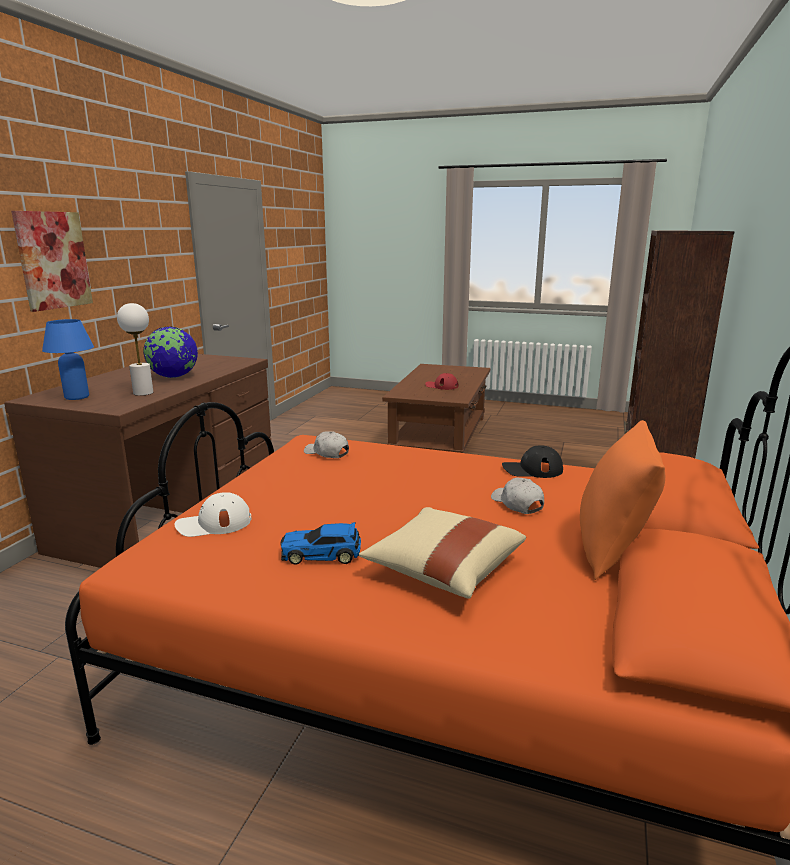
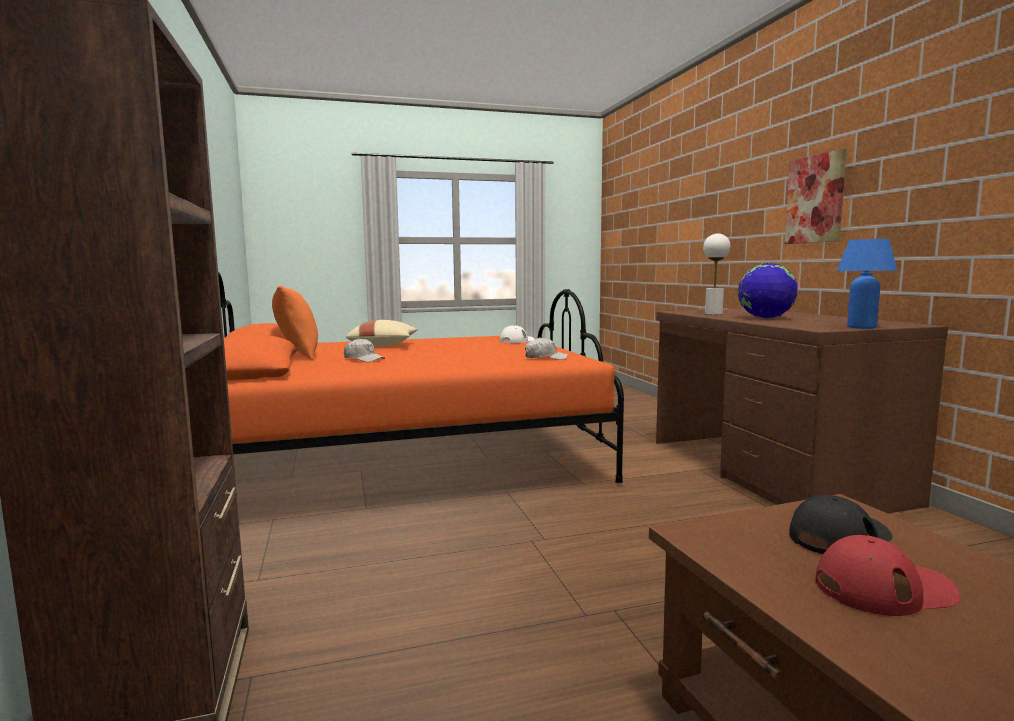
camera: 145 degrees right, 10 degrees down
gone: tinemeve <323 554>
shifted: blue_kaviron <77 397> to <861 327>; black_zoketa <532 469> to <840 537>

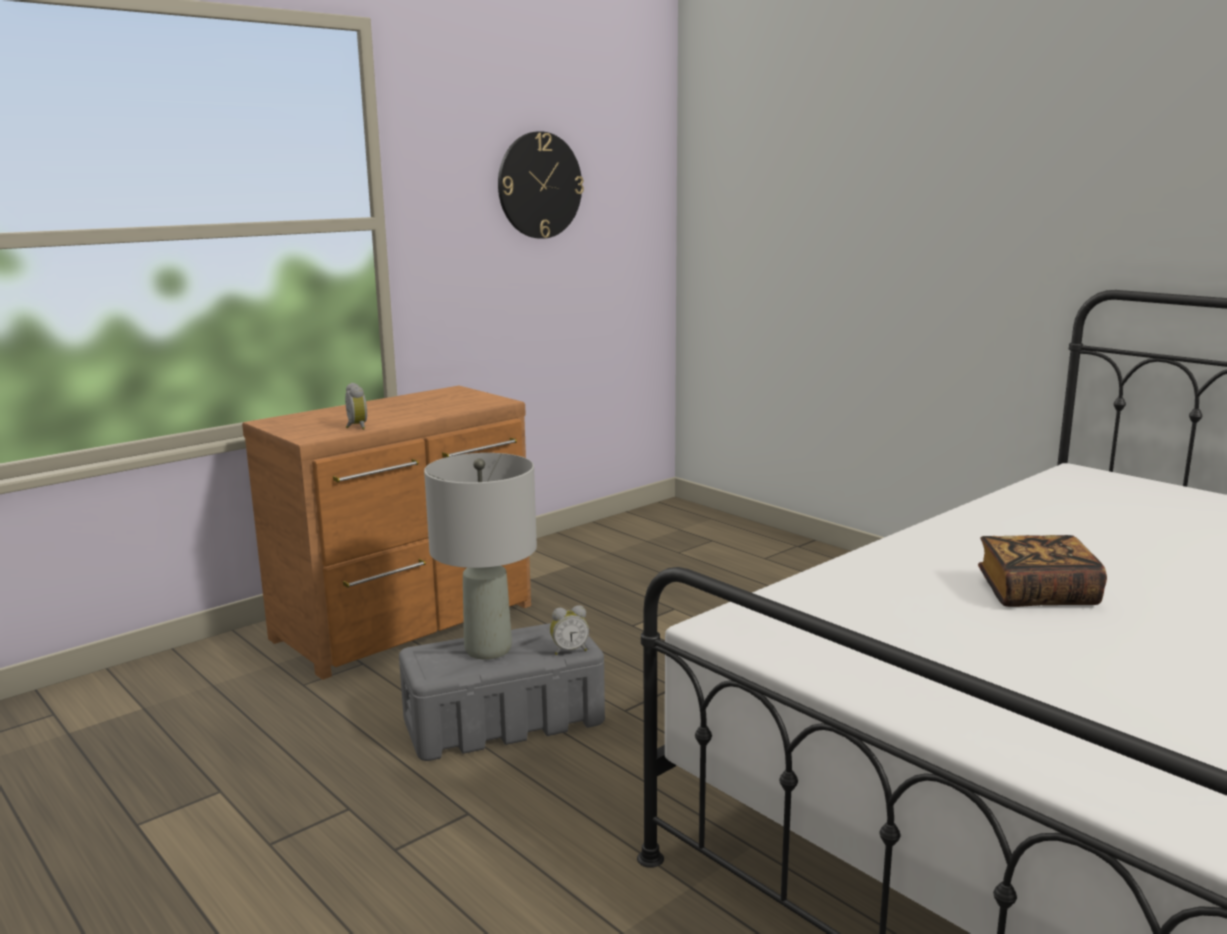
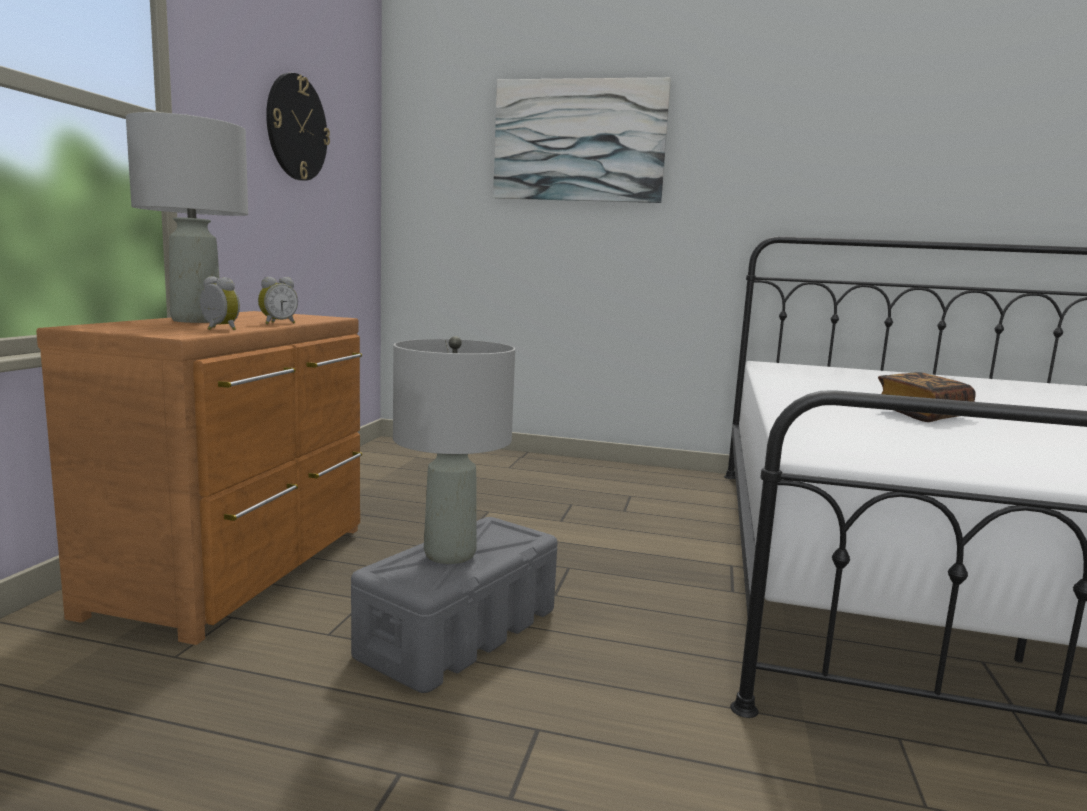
camera: 35 degrees left, 5 degrees down
new: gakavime <579 141>; grey_kaviron <197 320>
shifted: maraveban <569 650> to <277 323>

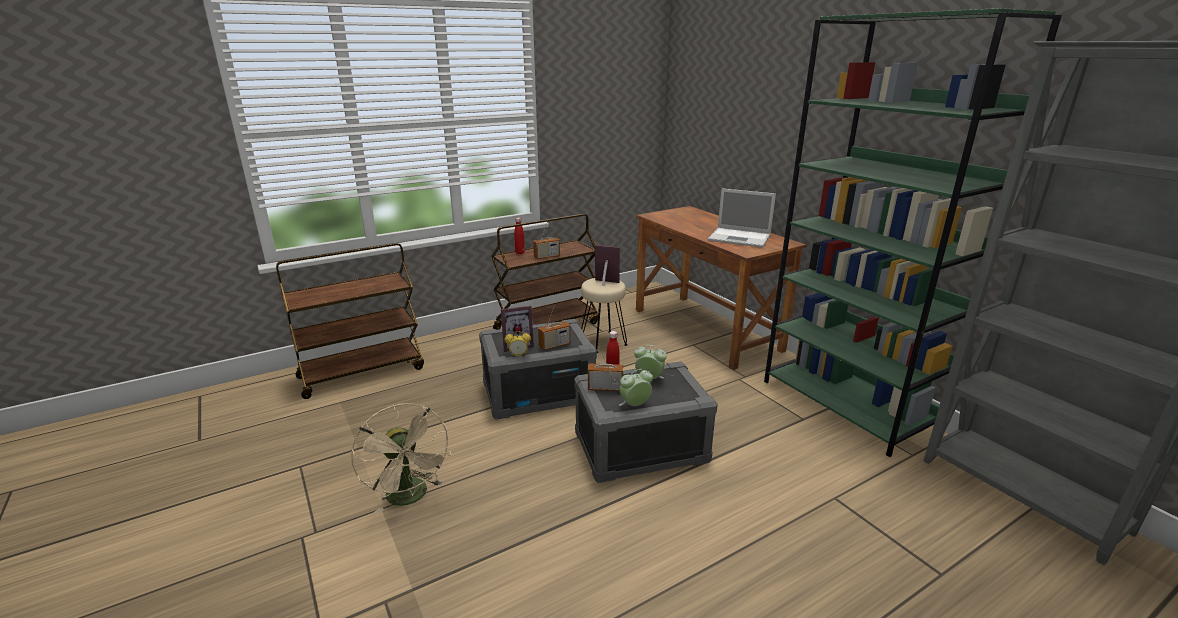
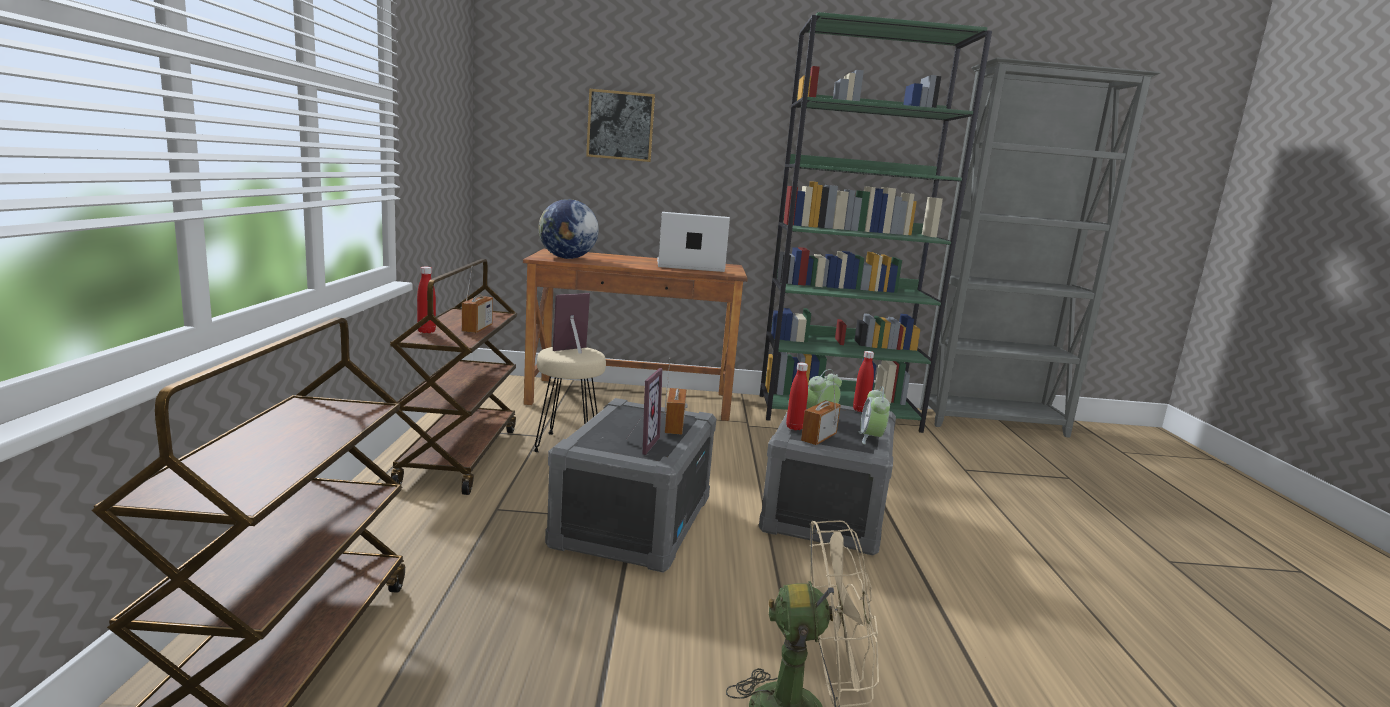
camera: 60 degrees left, 10 degrees down
gone: maraveban <518 356>
new: gakavime <620 125>; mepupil <567 258>; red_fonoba <860 410>
rotated: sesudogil <740 238> = <688 266> 150 degrees counterclockwise

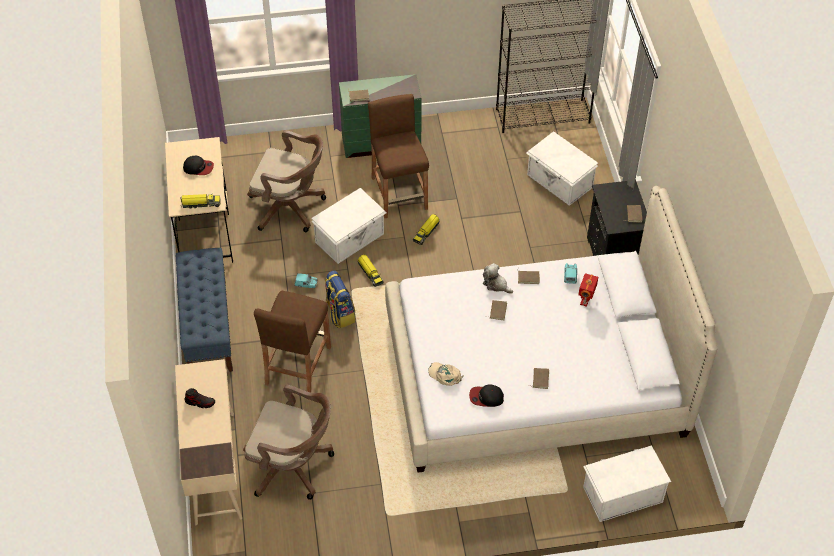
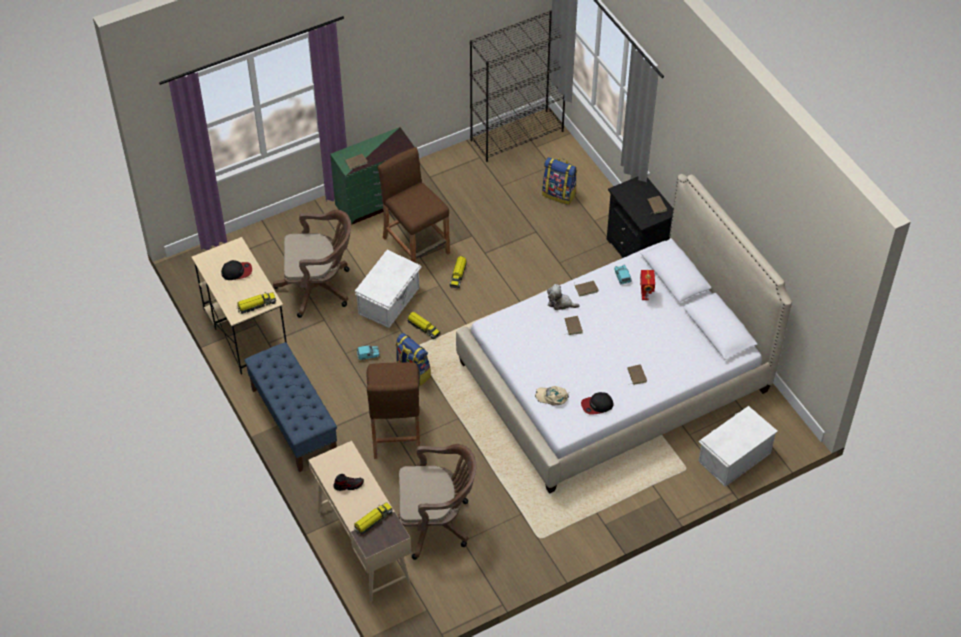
camera: 20 degrees left, 0 degrees up
new: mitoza <373 521>
swapped: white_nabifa <559 181> to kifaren <559 194>

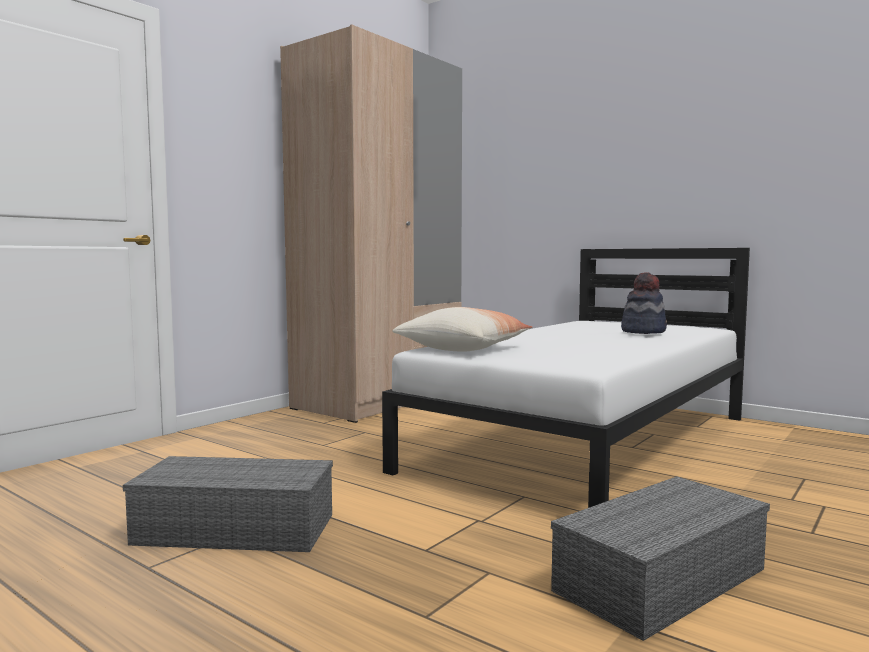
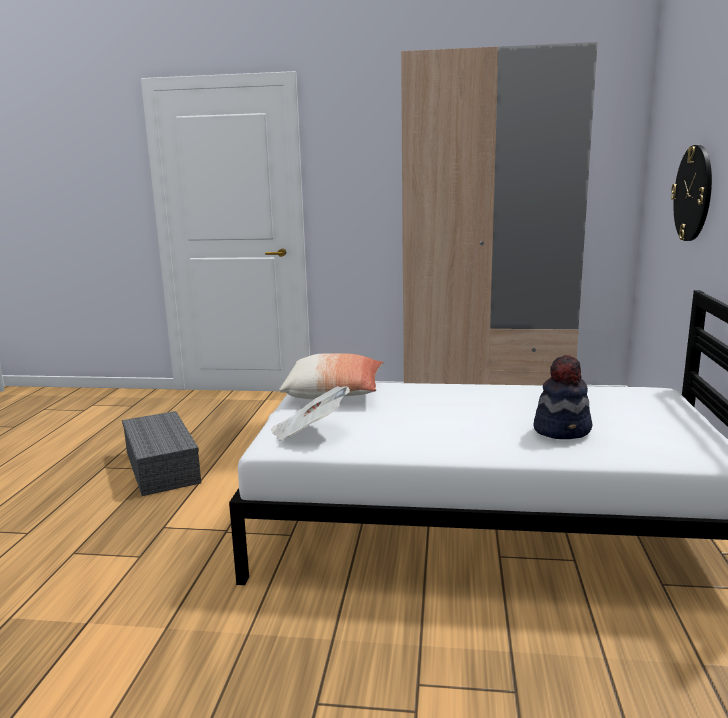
camera: 60 degrees right, 10 degrees up
gone: grey_nabifa <661 578>
new: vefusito <693 193>; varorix <309 433>

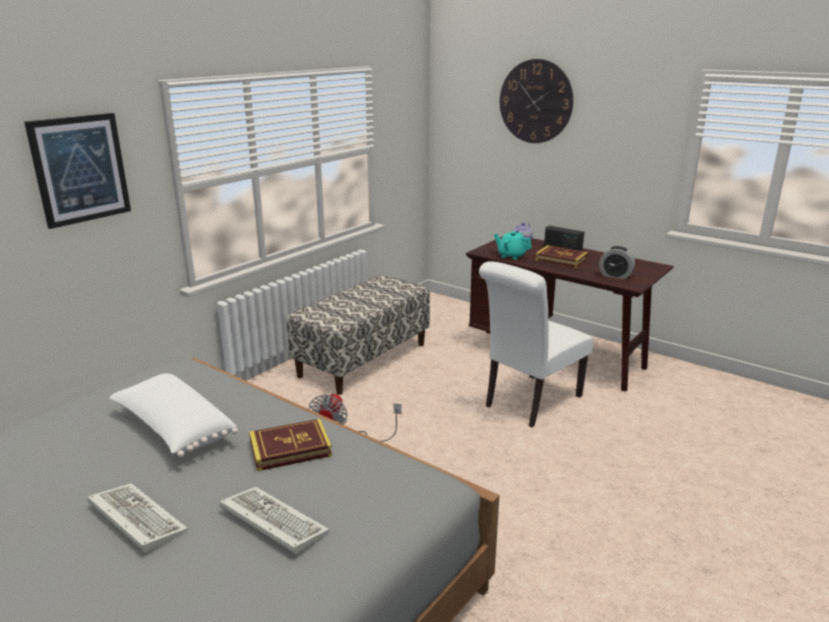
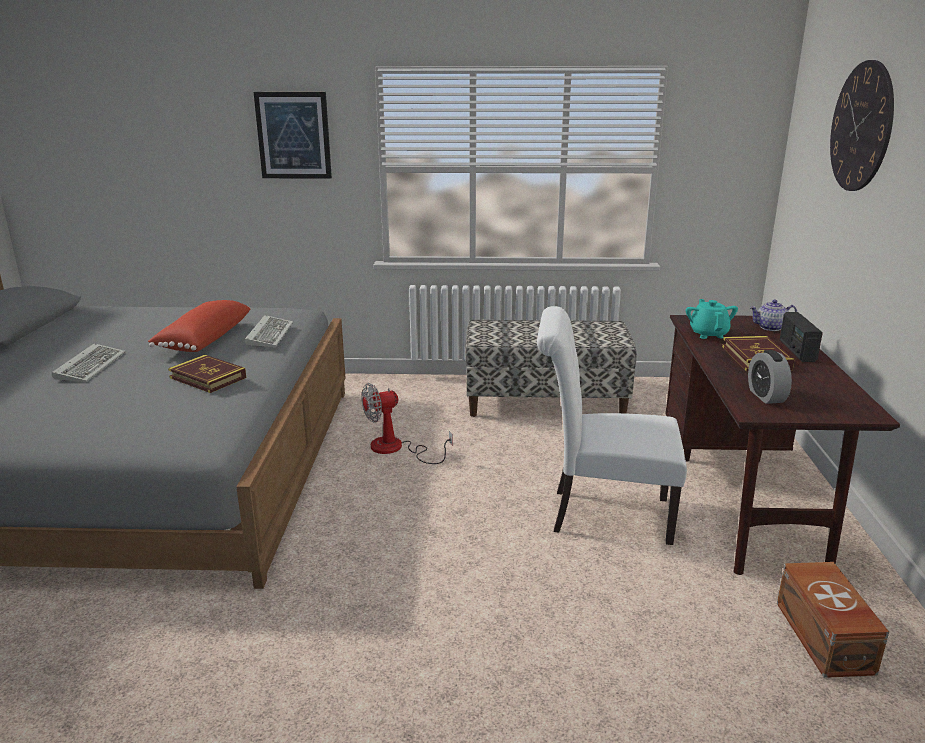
camera: 55 degrees right, 0 degrees up
new: brown_nabifa <823 638>
shifted: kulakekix <270 522> to <269 334>
repainted: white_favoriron <173 429> to red_favoriron <203 339>

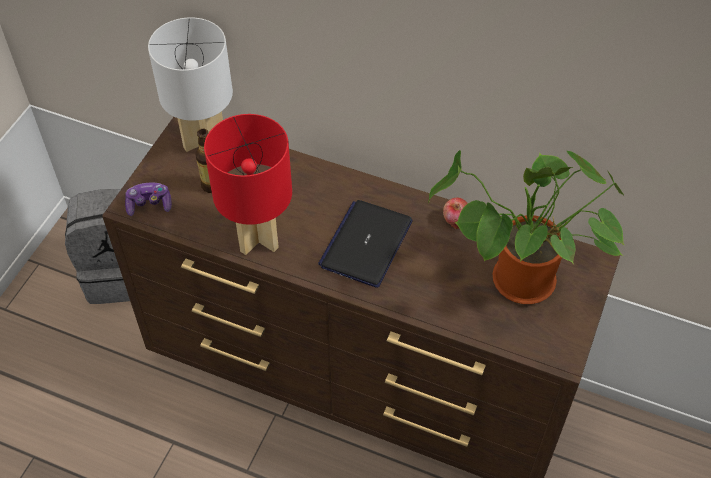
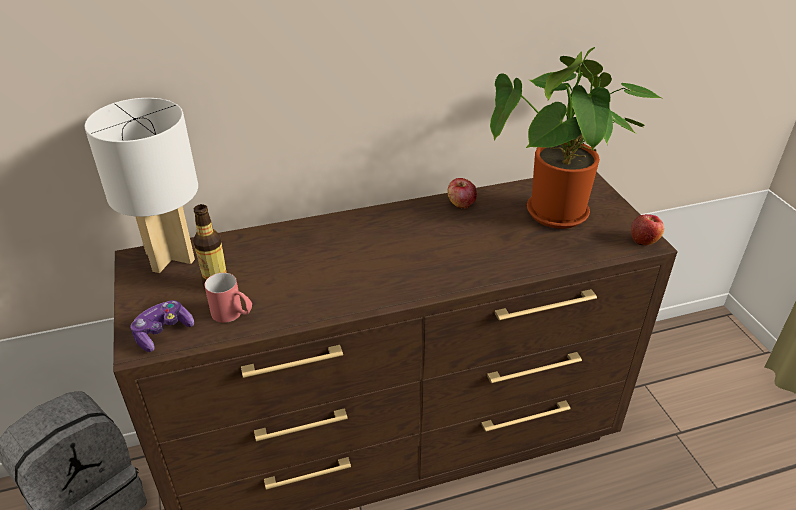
camera: 40 degrees left, 15 degrees down
gone: red_kaviron <258 237>; sesudogil <366 244>
new: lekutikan <644 240>; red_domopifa <233 315>

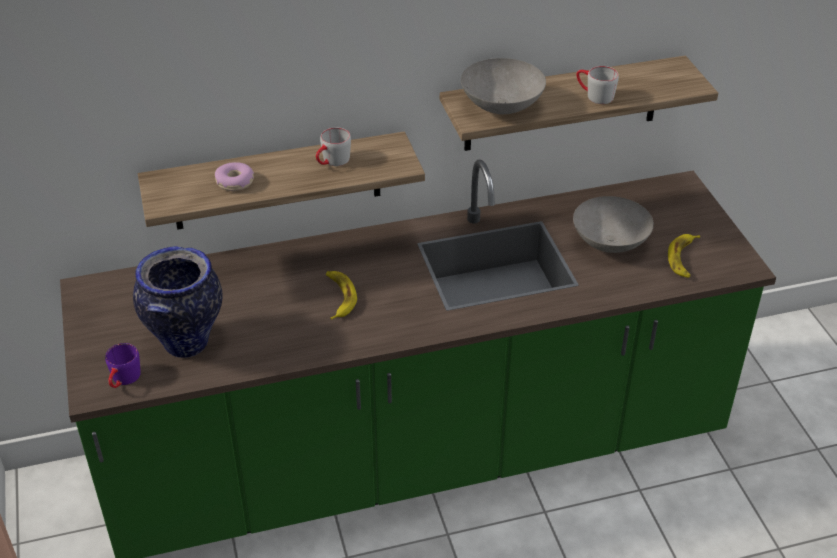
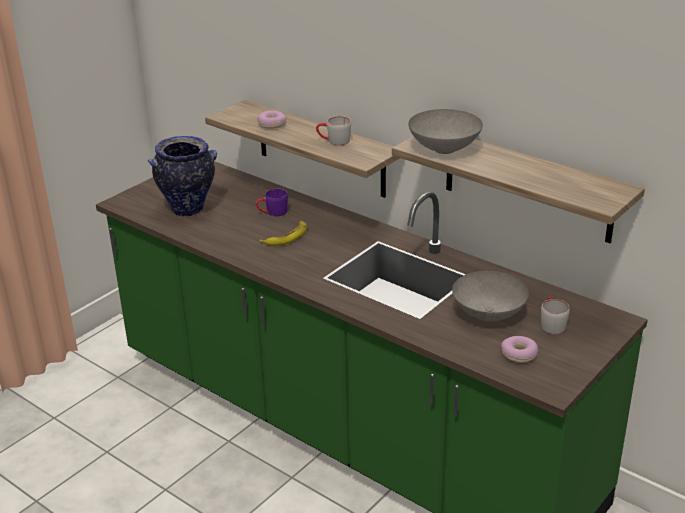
camera: 55 degrees right, 10 degrees down
shifted: grey_domopifa <594 95> to <551 323>; purple_domopifa <123 380> to <272 213>
swapped: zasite <683 259> to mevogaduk <519 354>

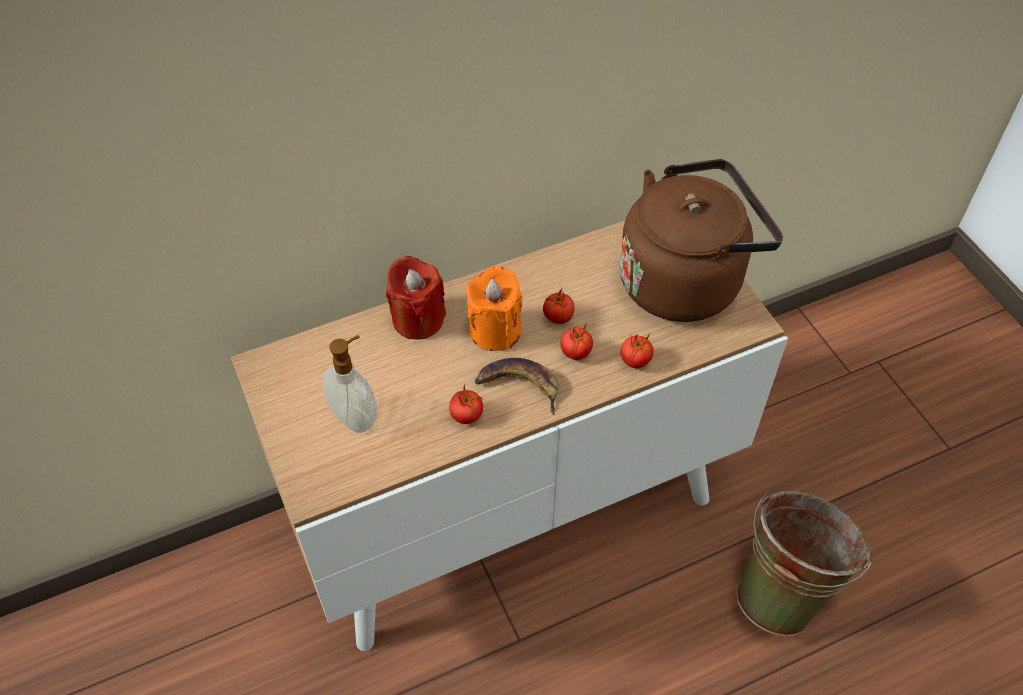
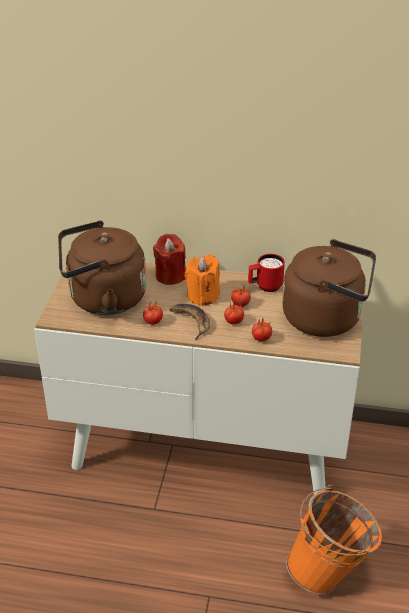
camera: 35 degrees right, 15 degrees down
new: red_domopifa <265 287>
swapped: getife <355 416> to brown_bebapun <102 299>
repainted: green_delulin <785 590> to orange_delulin <330 573>

